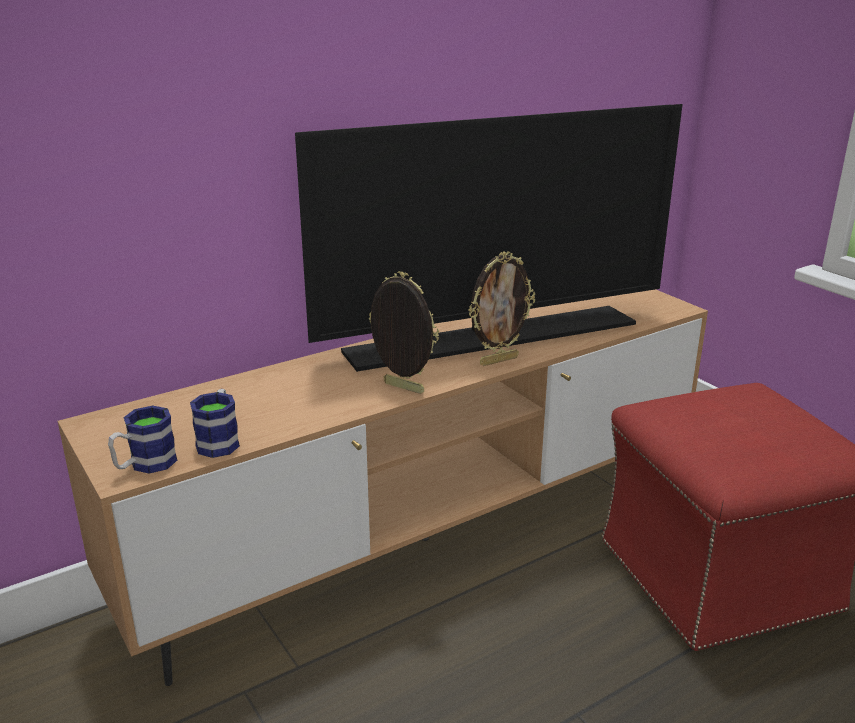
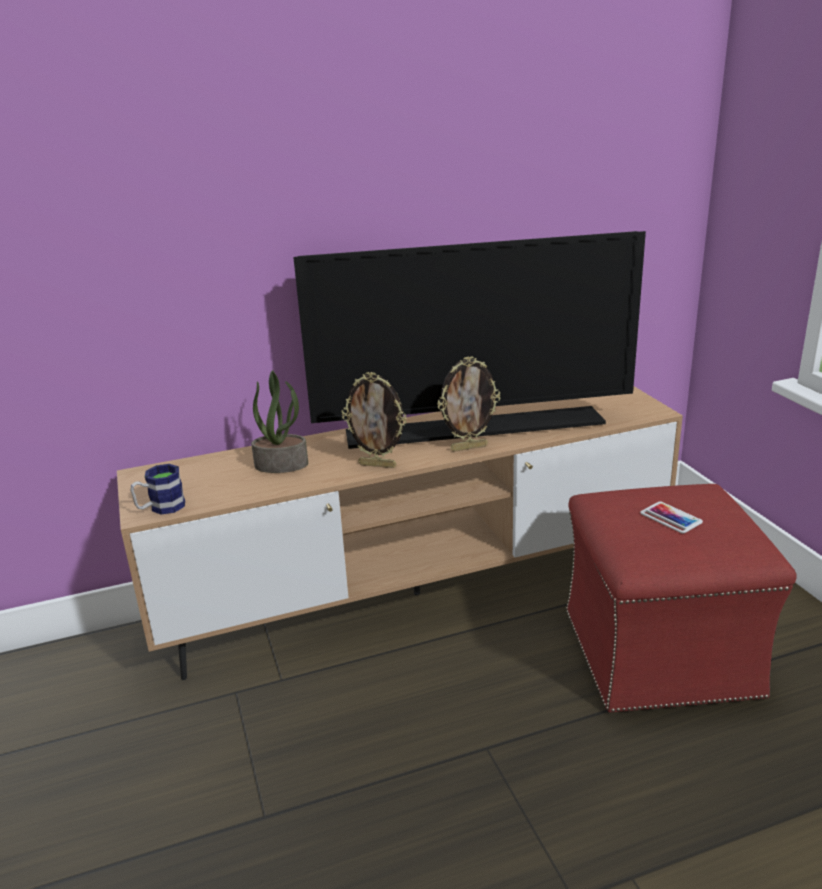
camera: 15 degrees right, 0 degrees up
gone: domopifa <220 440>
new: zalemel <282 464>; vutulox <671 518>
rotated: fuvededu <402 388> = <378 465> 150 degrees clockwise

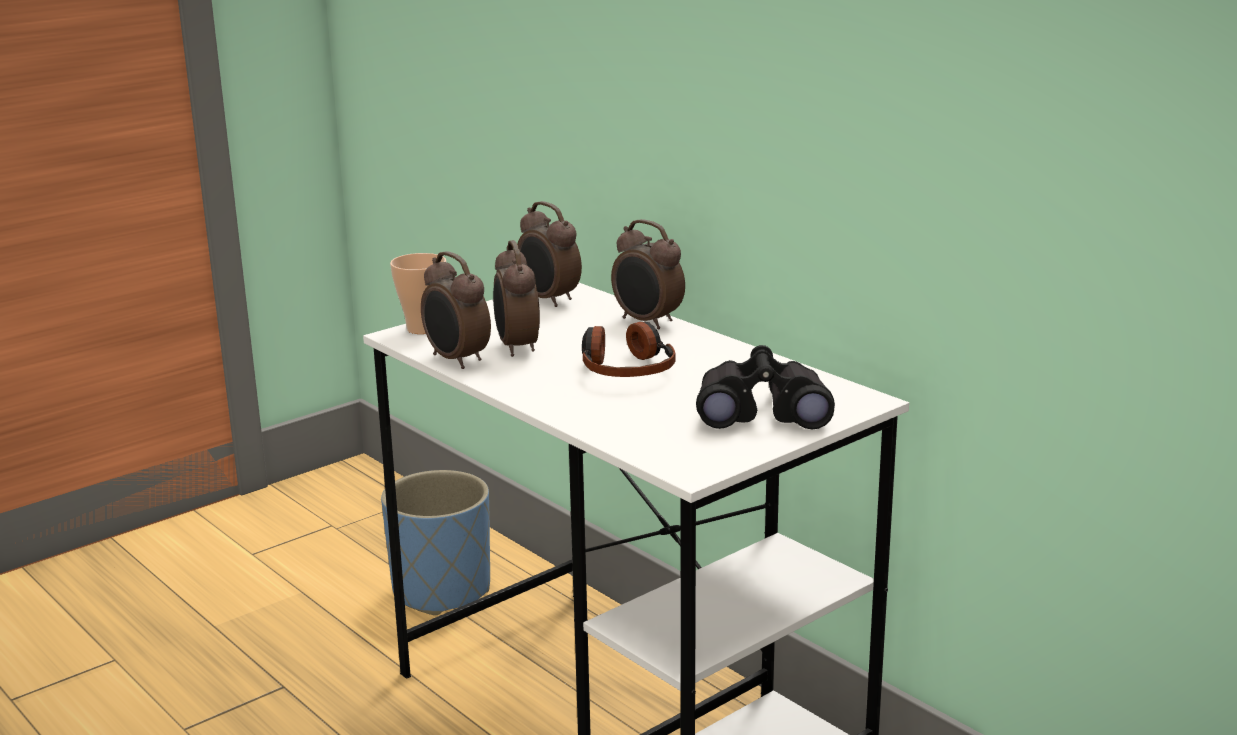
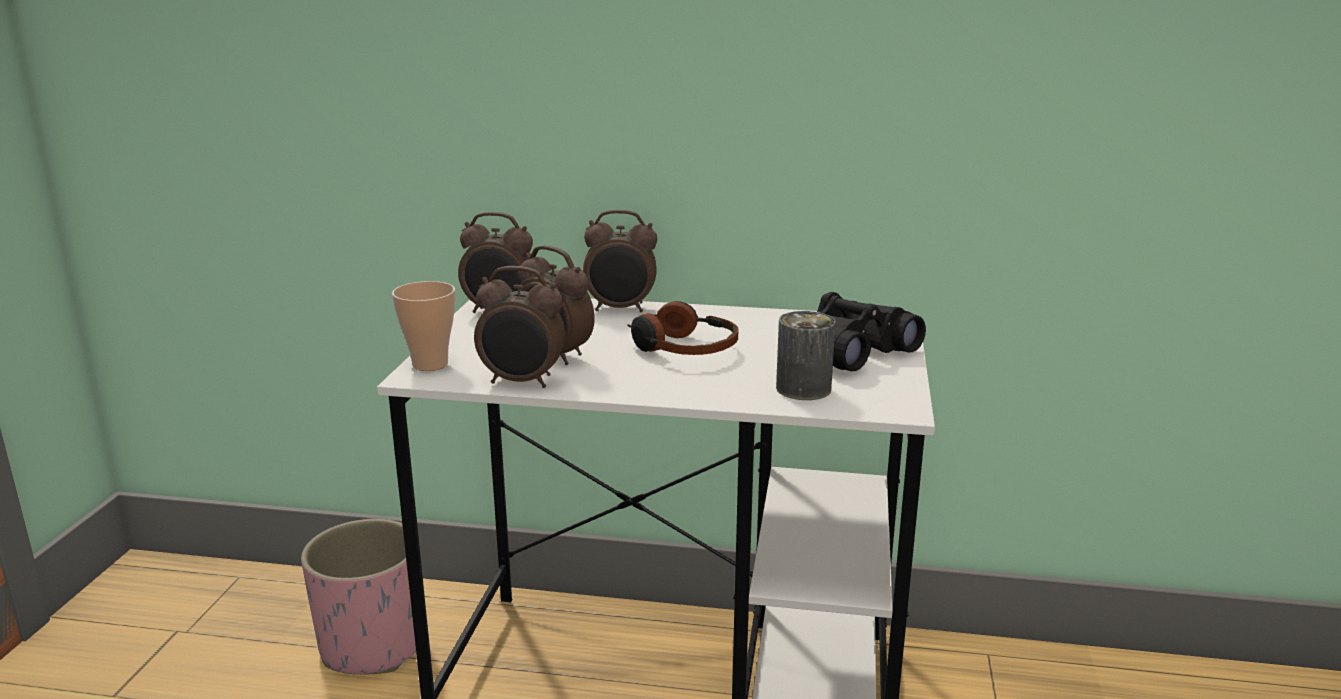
camera: 40 degrees left, 0 degrees up
new: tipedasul <803 389>
repainted: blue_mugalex <442 590> to pink_mugalex <372 645>

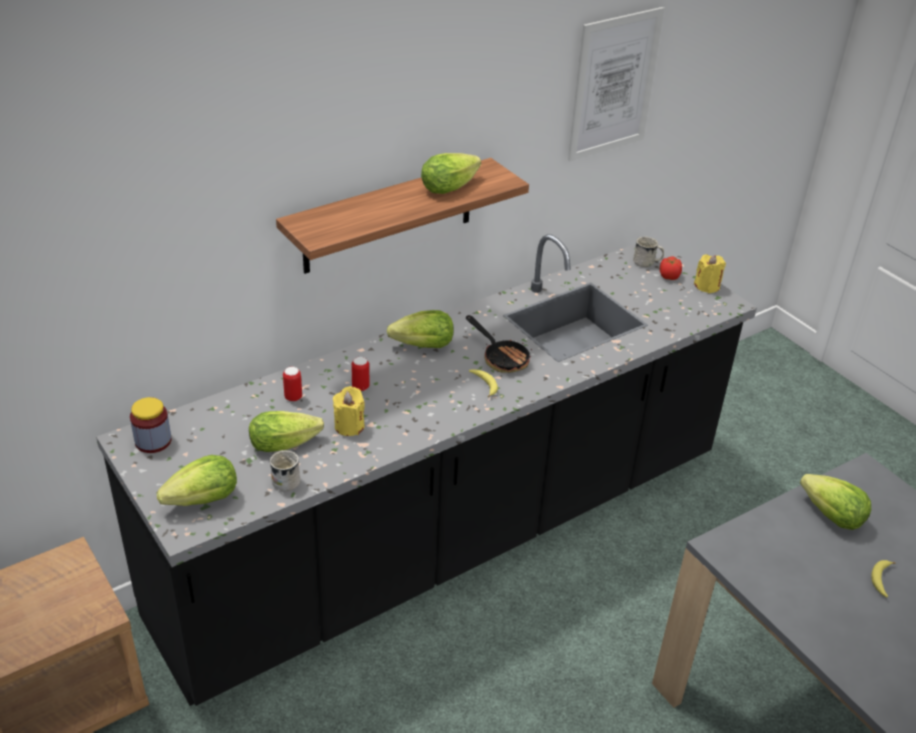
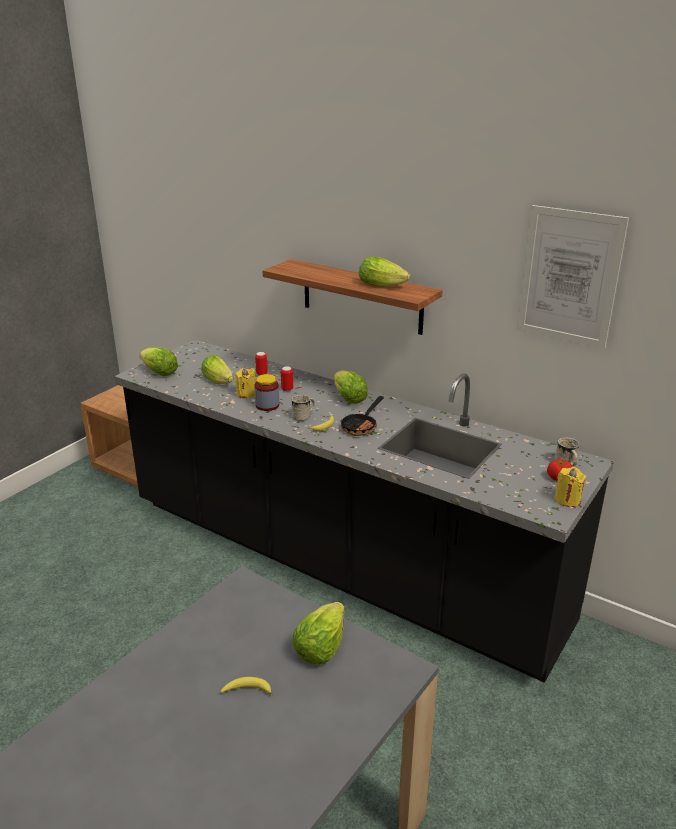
camera: 70 degrees right, 10 degrees down
shifted: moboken <153 441> to <267 405>; white_domopifa <285 479> to <304 416>

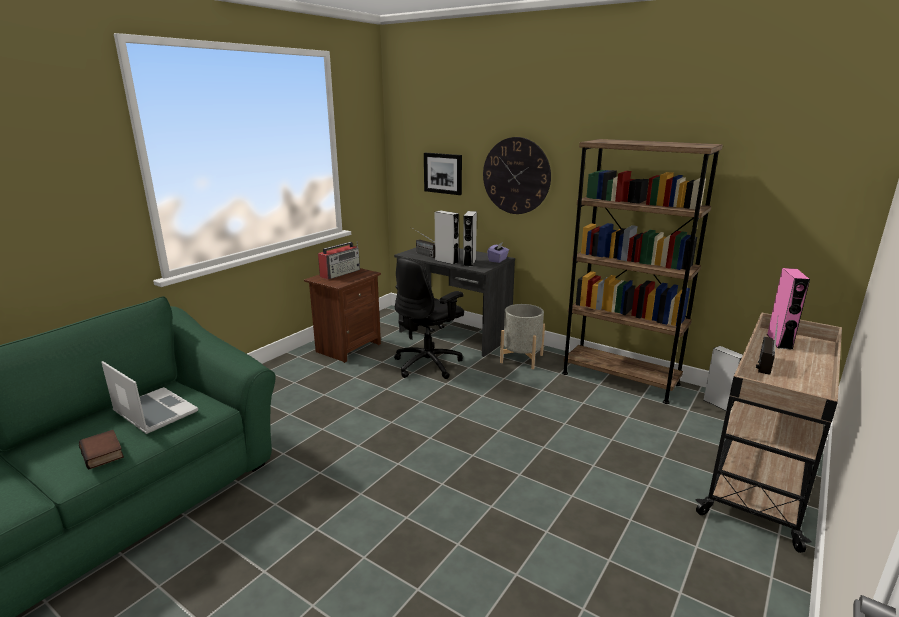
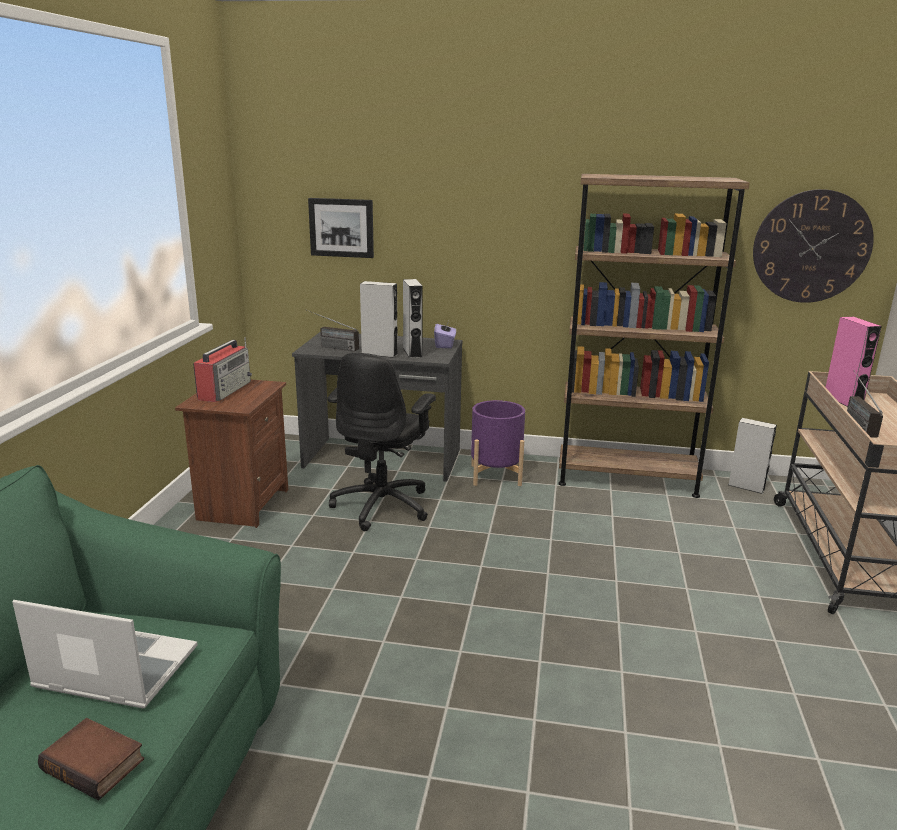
camera: 25 degrees left, 0 degrees up
shifted: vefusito <516 176> to <811 247>
repainted: grey_mugalex <521 358> to purple_mugalex <496 475>

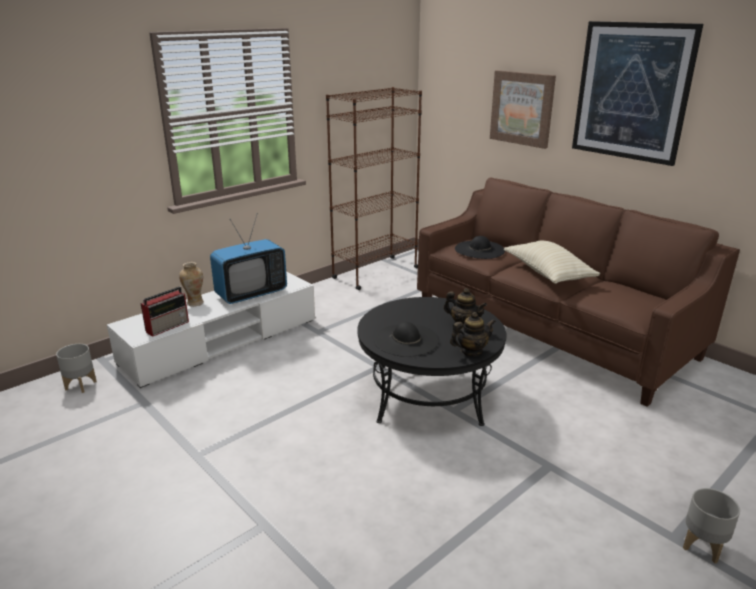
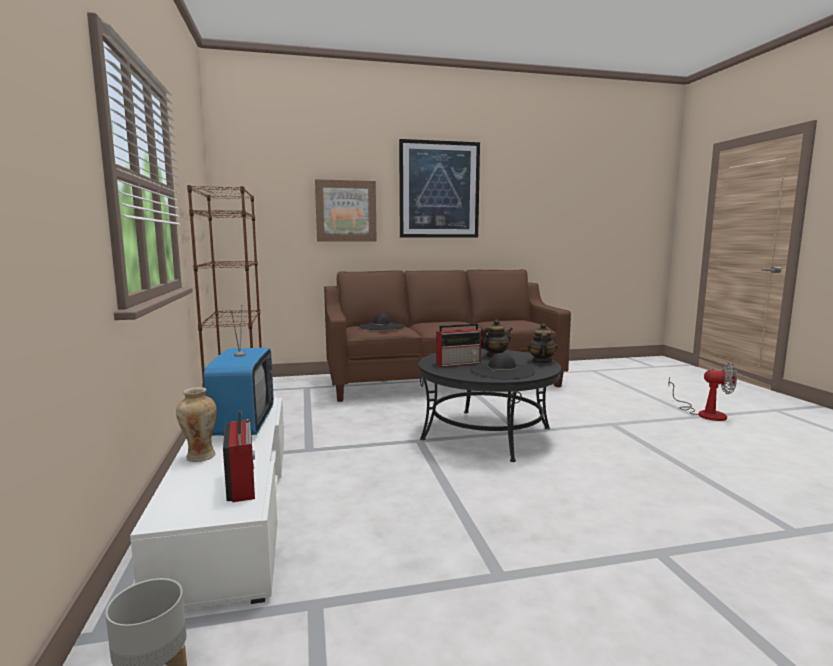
camera: 60 degrees left, 15 degrees down
gone: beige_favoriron <548 273>
new: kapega <459 363>
swapped: grey_mugalex <702 546> to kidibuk <704 413>

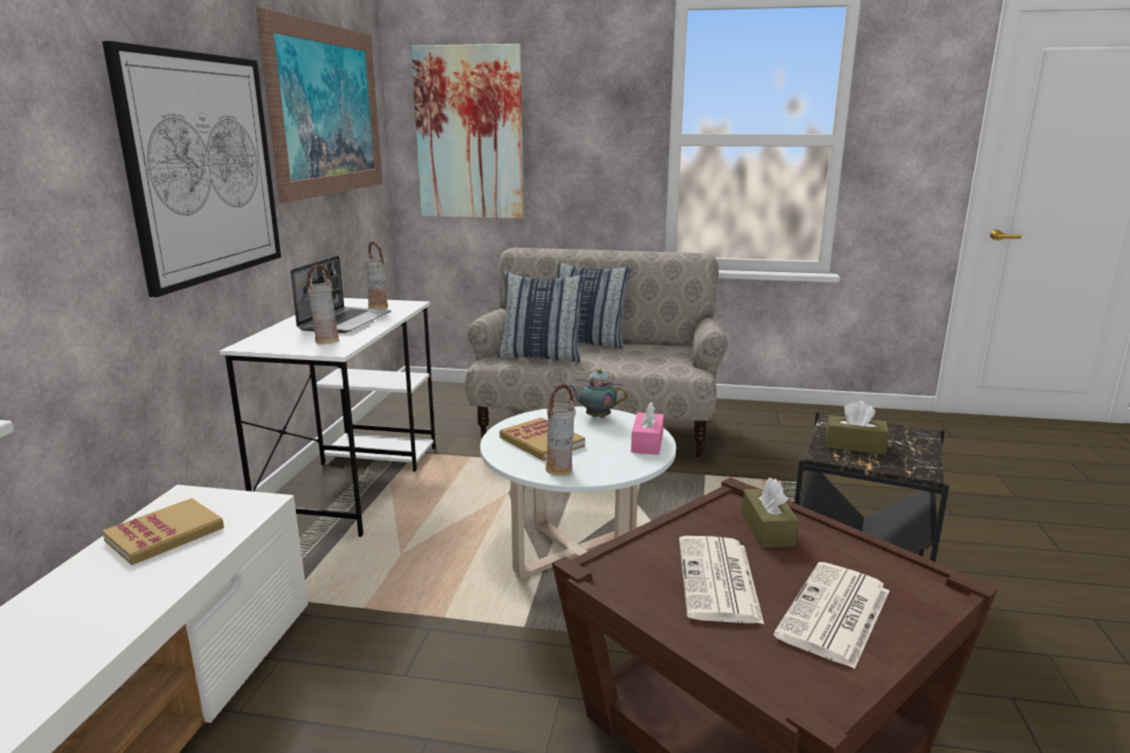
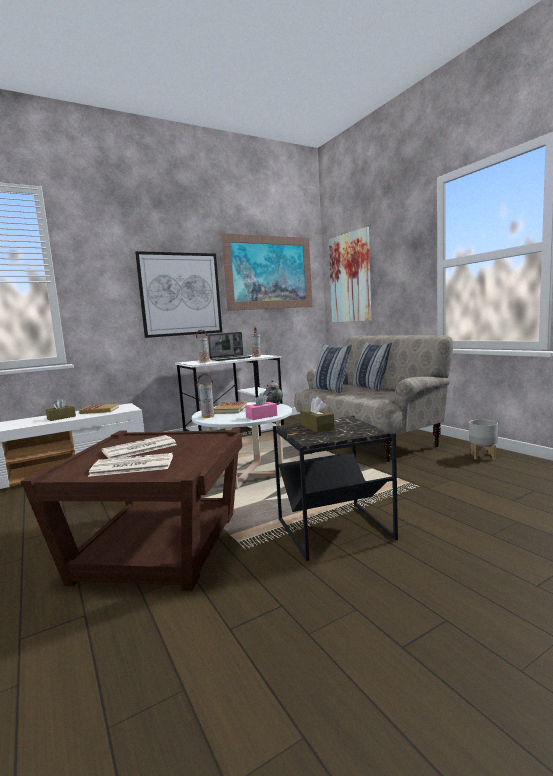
camera: 50 degrees right, 10 degrees down
new: grey_mugalex <483 456>
shifted: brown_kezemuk <767 529> to <61 417>

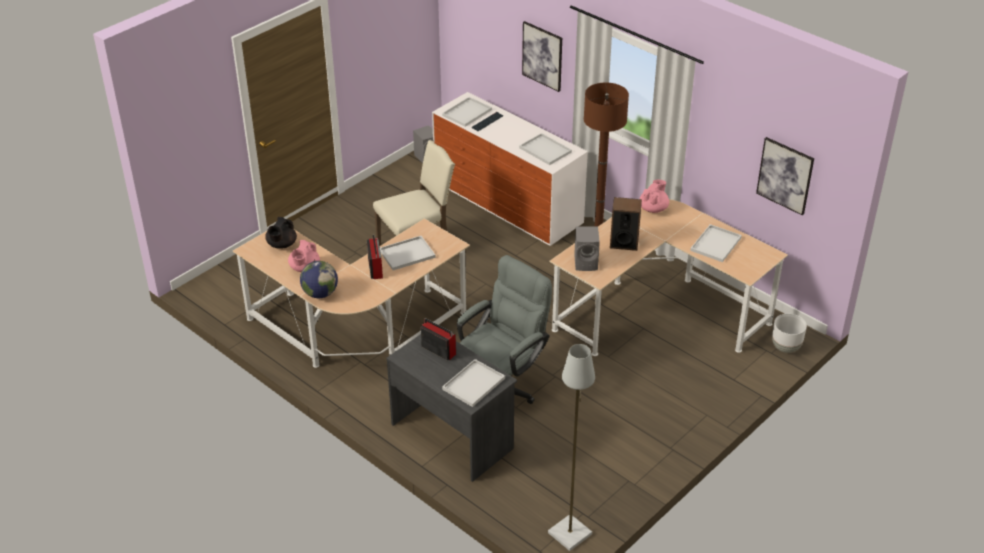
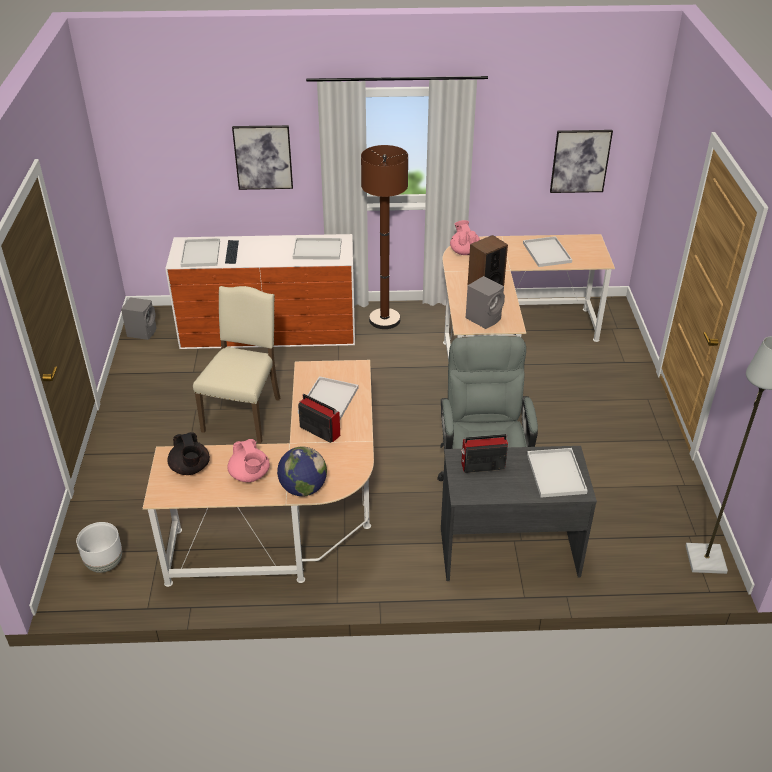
camera: 45 degrees left, 0 degrees up
shifted: white_mugalex <785 347> to <104 564>

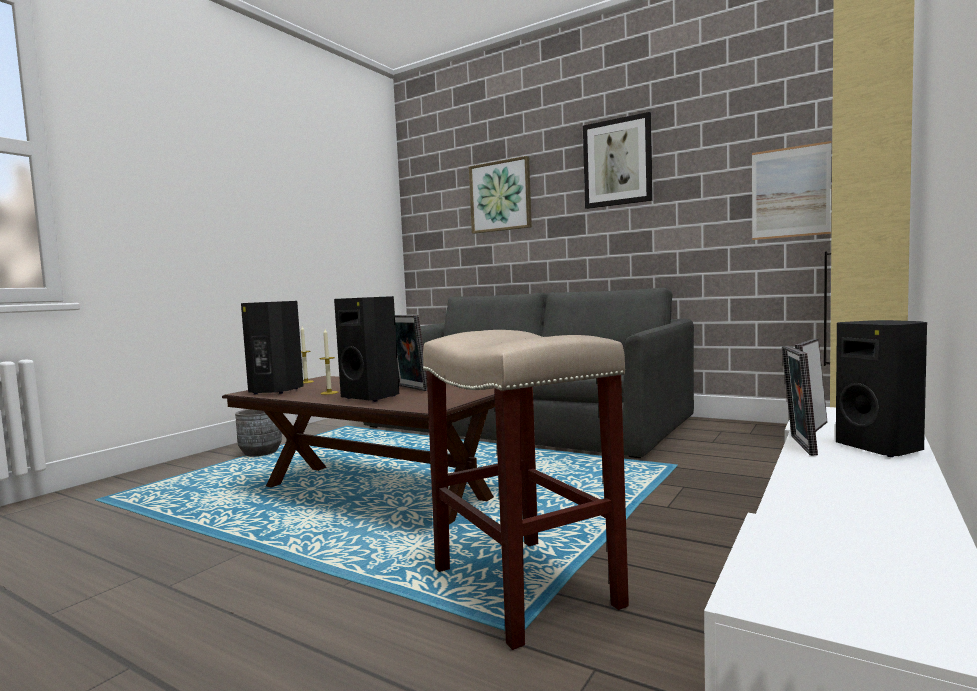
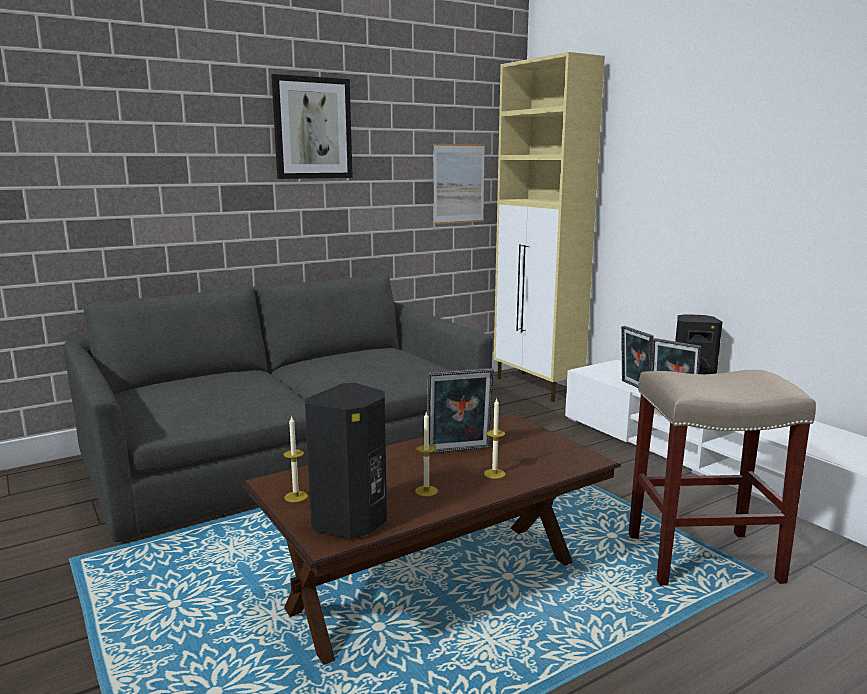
camera: 65 degrees left, 10 degrees up
gone: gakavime <500 196>; grey_mugalex <261 453>
swapped: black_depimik <372 397> to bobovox <494 474>

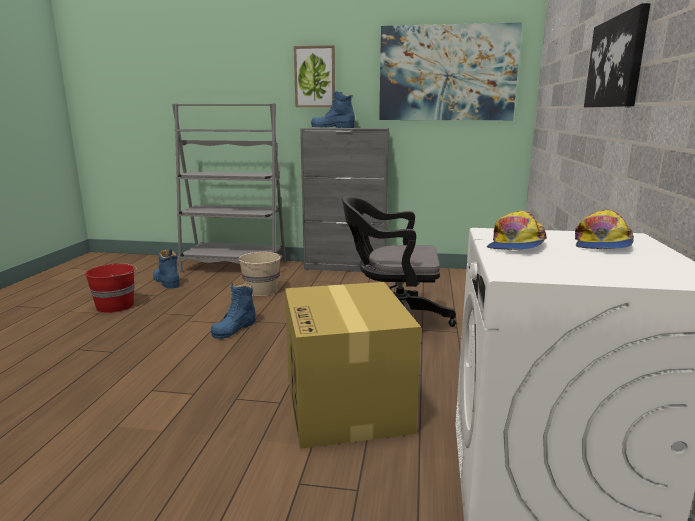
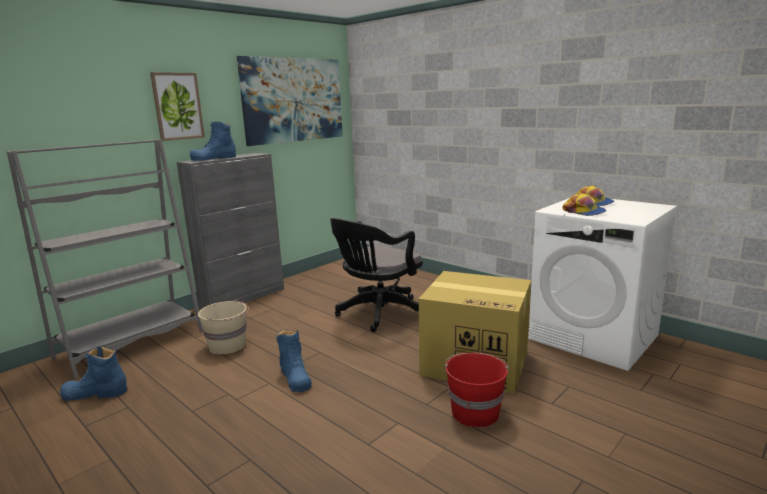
camera: 55 degrees left, 0 degrees up
gone: gakavime <616 62>
shifted: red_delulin <116 306> to <474 412>

